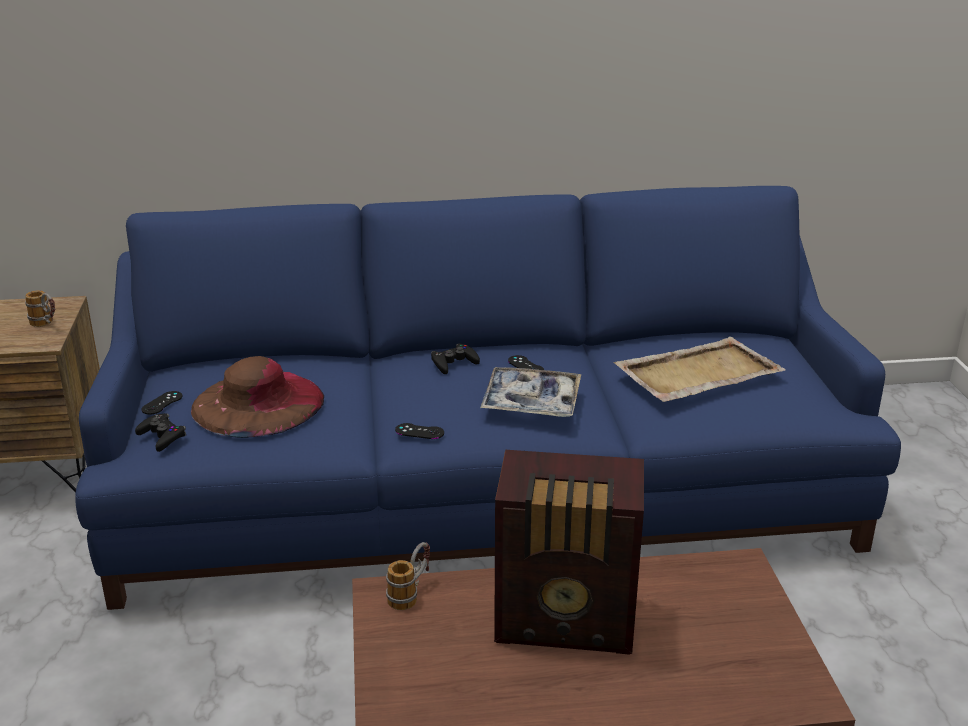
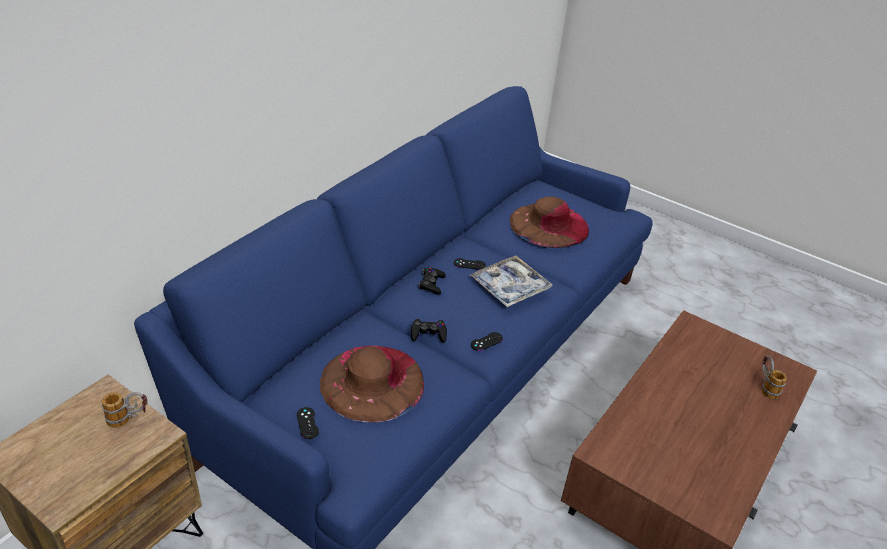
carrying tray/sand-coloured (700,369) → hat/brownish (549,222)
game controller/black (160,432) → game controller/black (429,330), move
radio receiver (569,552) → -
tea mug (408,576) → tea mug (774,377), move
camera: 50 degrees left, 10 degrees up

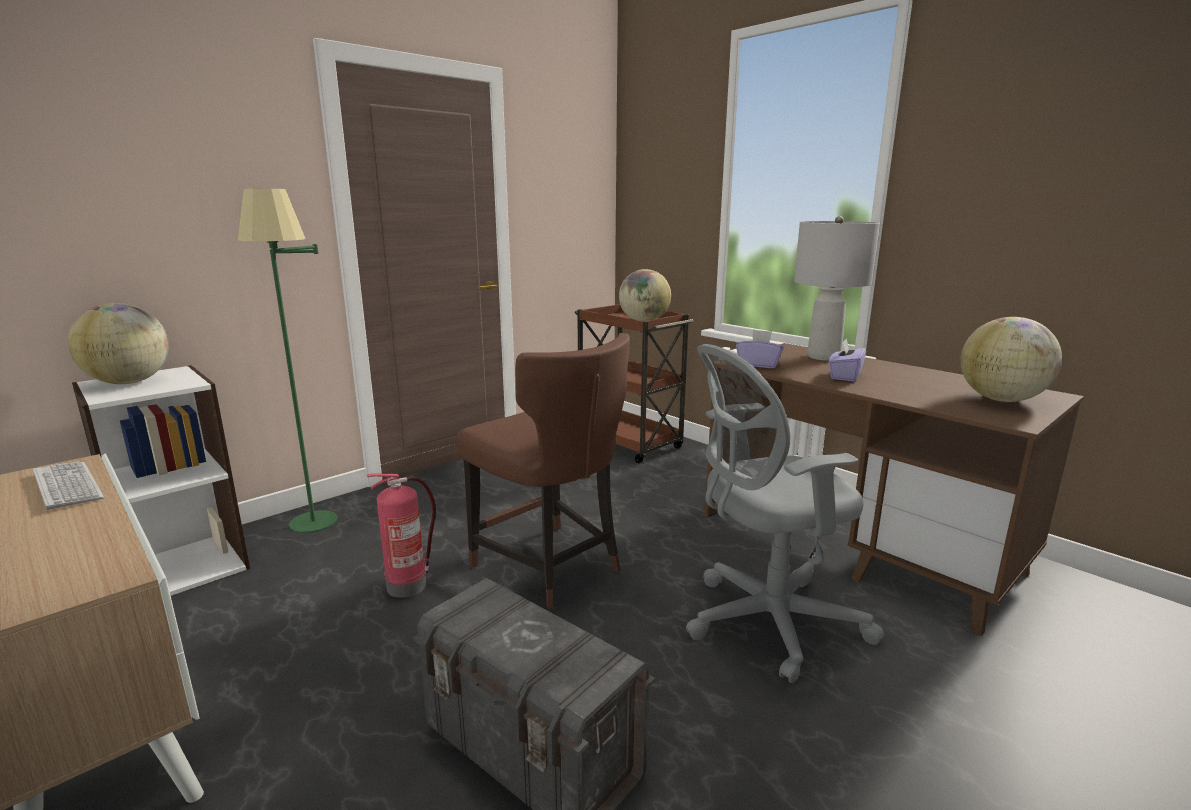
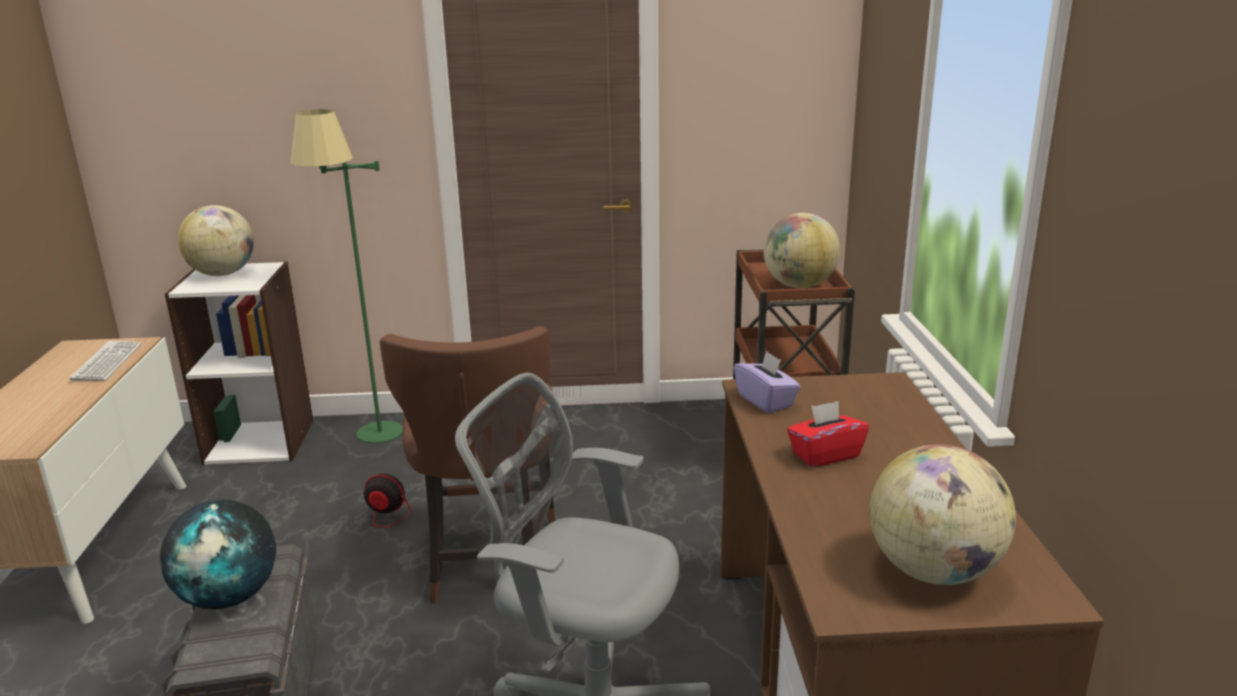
tabletop lamp/gray (837,288) → -
box of tissues/purple (847,359) → box of tissues/red-coloured (828,434)
fire extinguisher (401,536) → cooling fan (361,524)
- → world globe (218,554)
camera: 40 degrees right, 5 degrees up

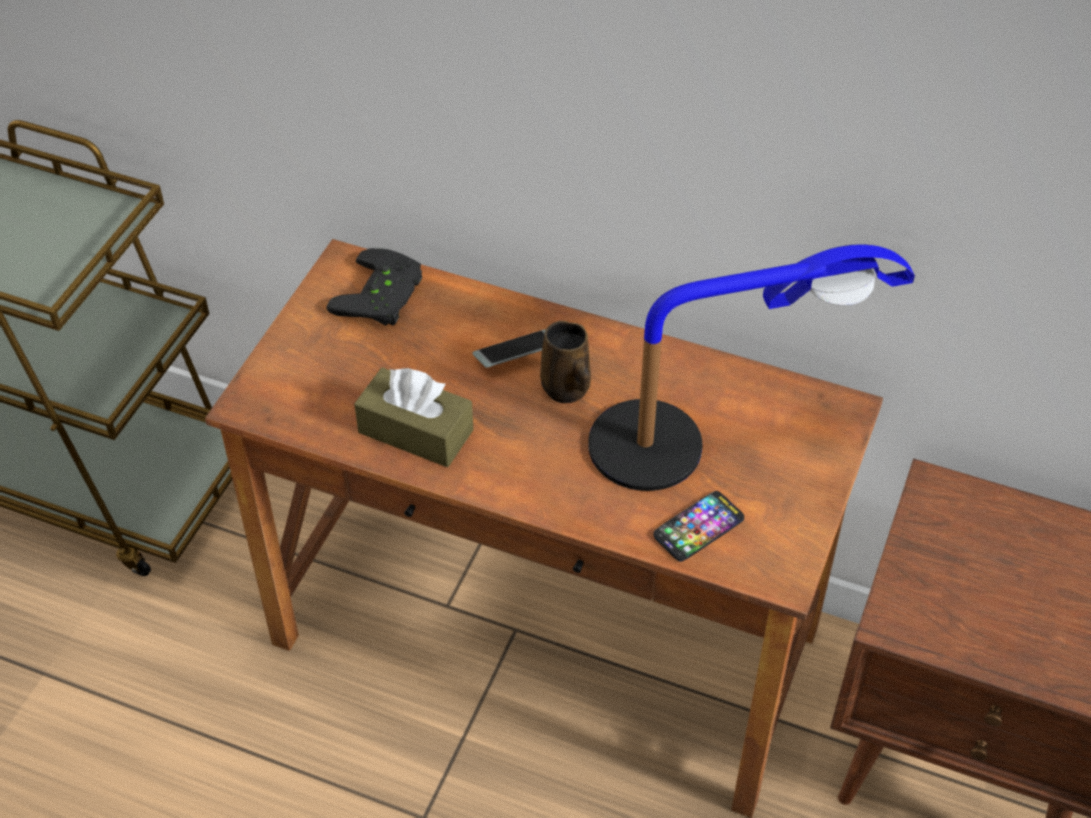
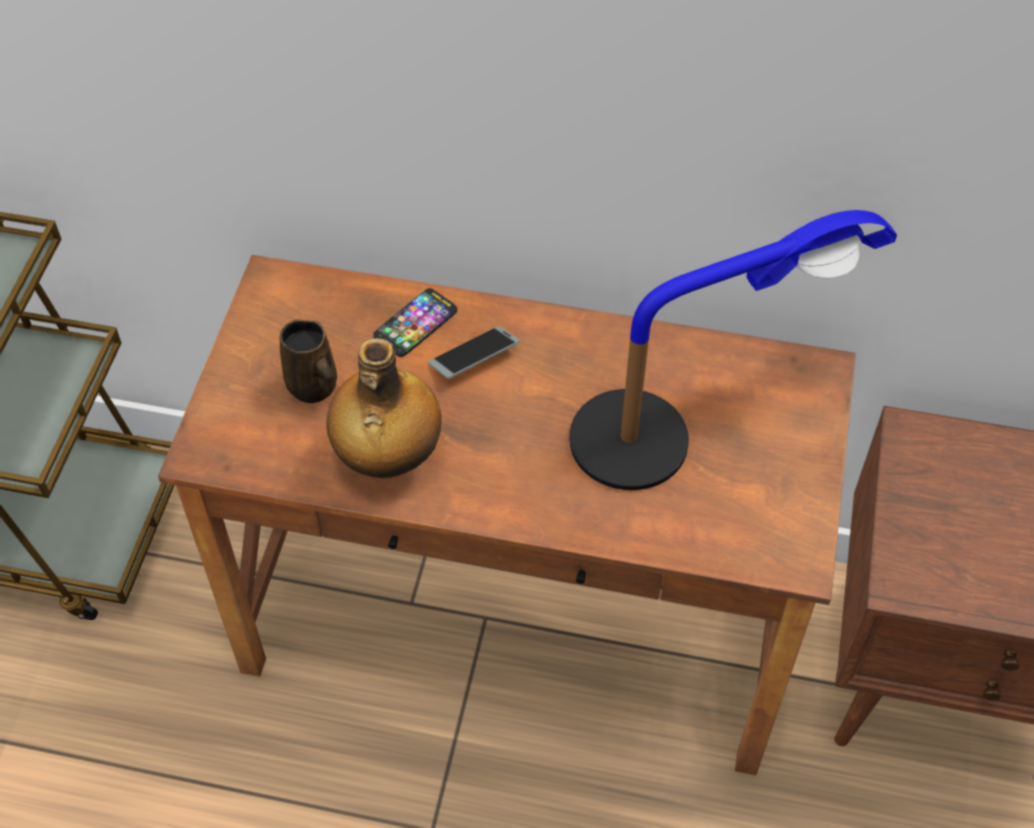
game controller/black (374,287) → -
tea mug/brownish (565,362) → tea mug/brownish (308,361), move
box of tissues/brownish (414,417) → bottle (384,408)
handset (698,526) → handset (415,322), move
camera: 10 degrees left, 5 degrees up

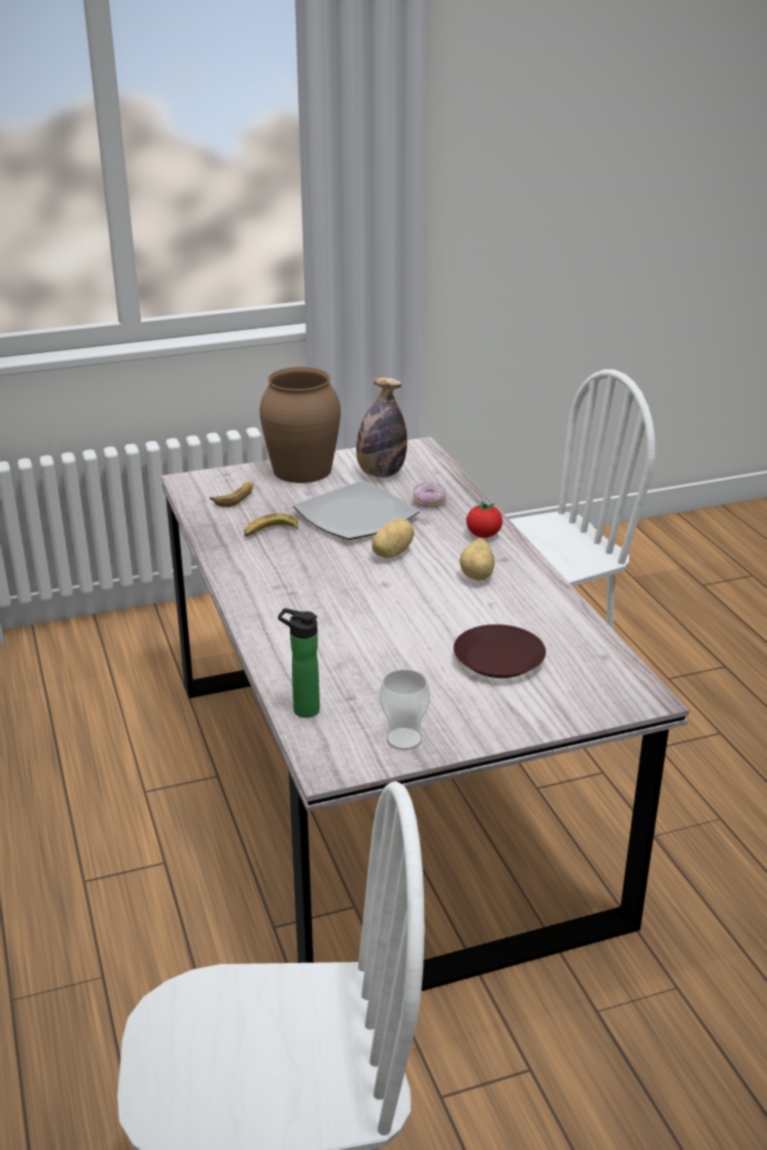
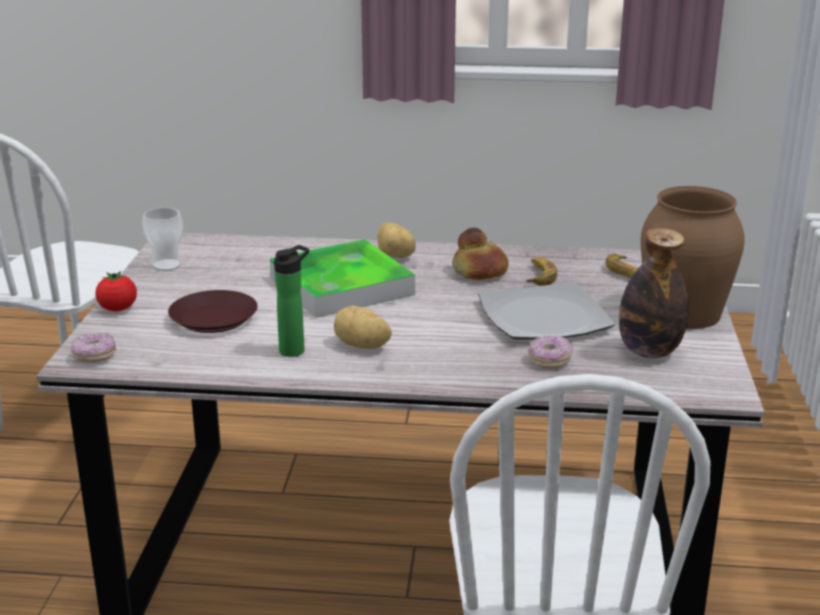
fresh tomato (484,519) → fresh tomato (116,291), move
whole potato (393,538) → whole potato (396,240), move
bottle (299,663) → bottle (292,301), move
- → bread (481,254)
- → carrying tray (342,278)
- → doughnut (93,347)
camera: 115 degrees right, 5 degrees down

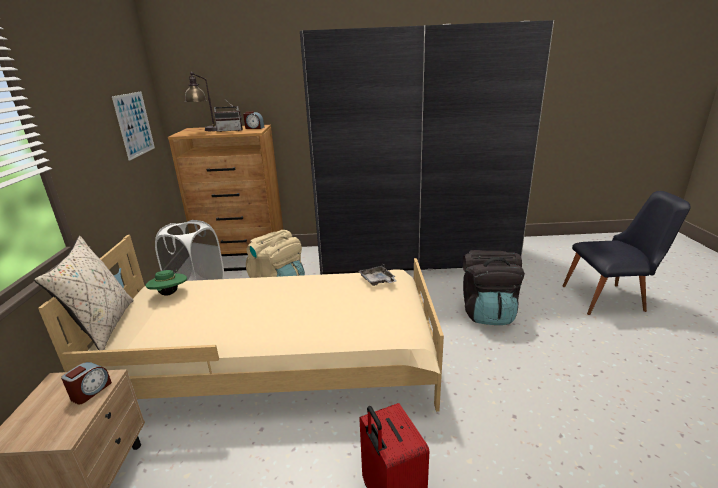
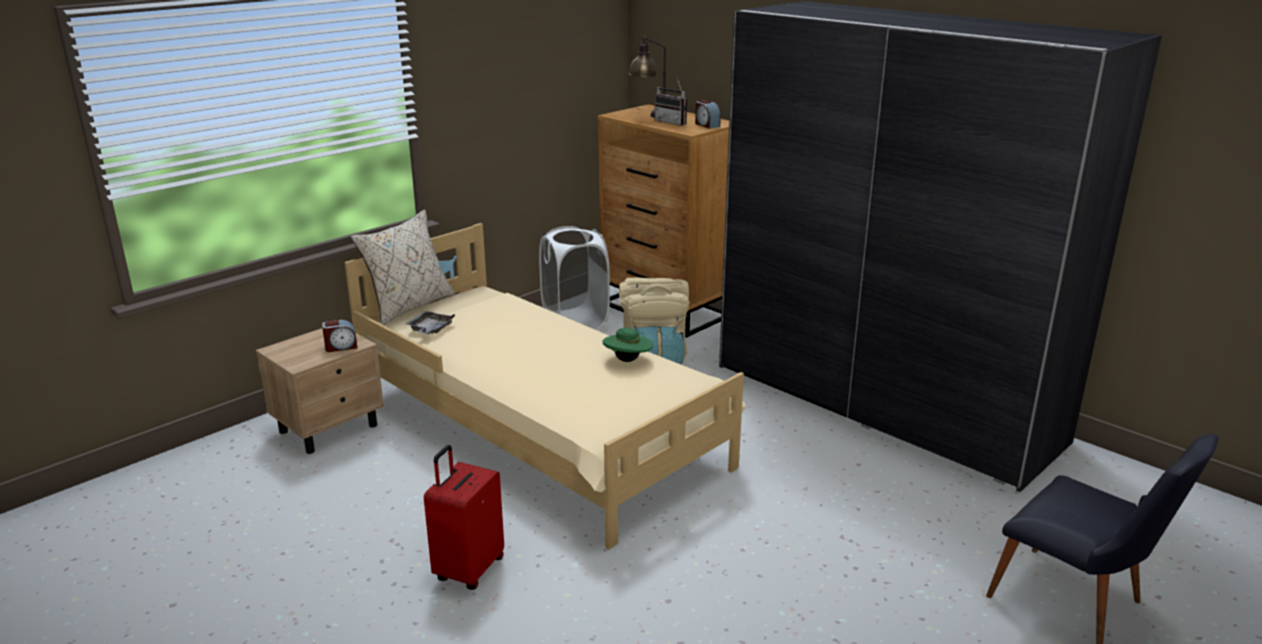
wall art (133,126) → -
knapsack/black (494,287) → -
carrying tray/gray (378,274) → carrying tray/gray (430,322), move
hat/greenish (166,282) → hat/greenish (628,345), move
camera: 45 degrees right, 0 degrees up

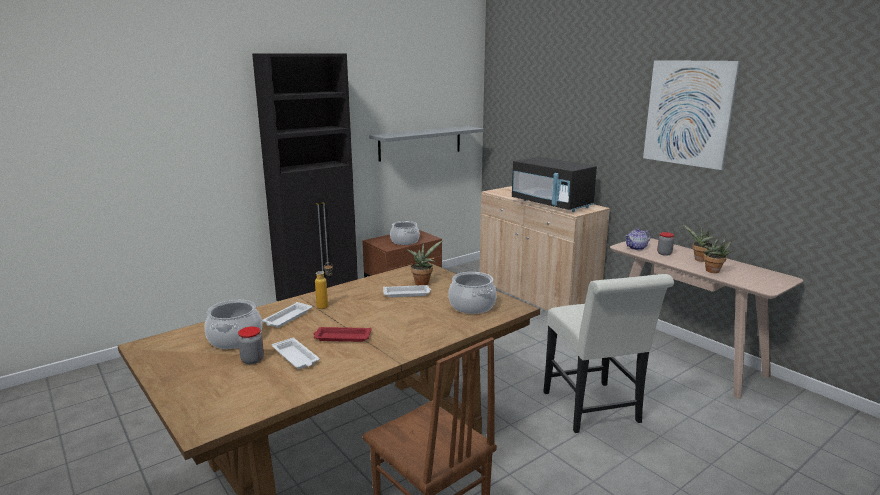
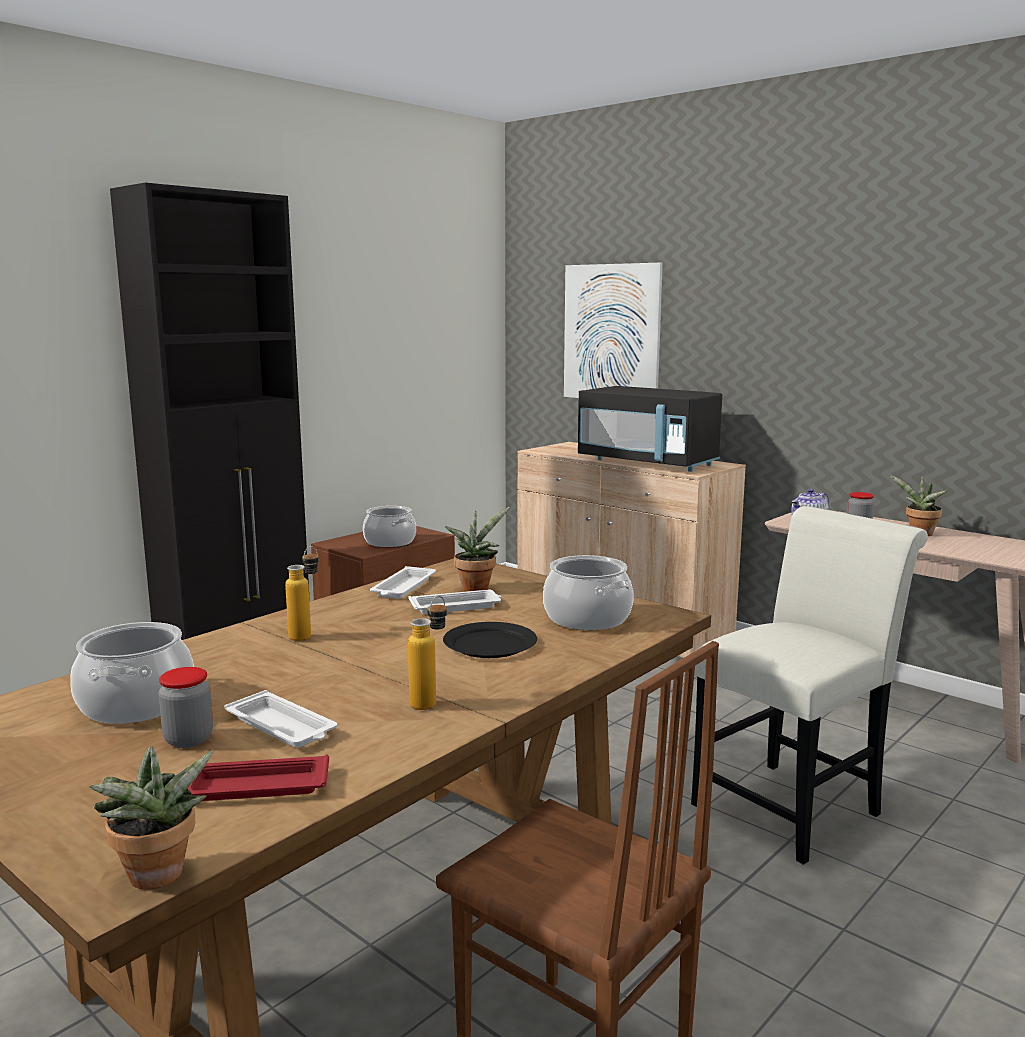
wall art (691,115) → wall art (613,330), move
wall shelf/gray (426,144) → -
plant in a pot (718,255) → plant in a pot (151,818), move
chair/white-coloured (608,353) → chair/white-coloured (809,685), 105 degrees counterclockwise
carrying tray/white-coloured (287,315) → carrying tray/white-coloured (403,582), move
carrying tray/red-coloured (342,334) → carrying tray/red-coloured (258,777), move
- → bottle (427,653)
- → dinner plate/black (490,640)
camera: 10 degrees left, 5 degrees down

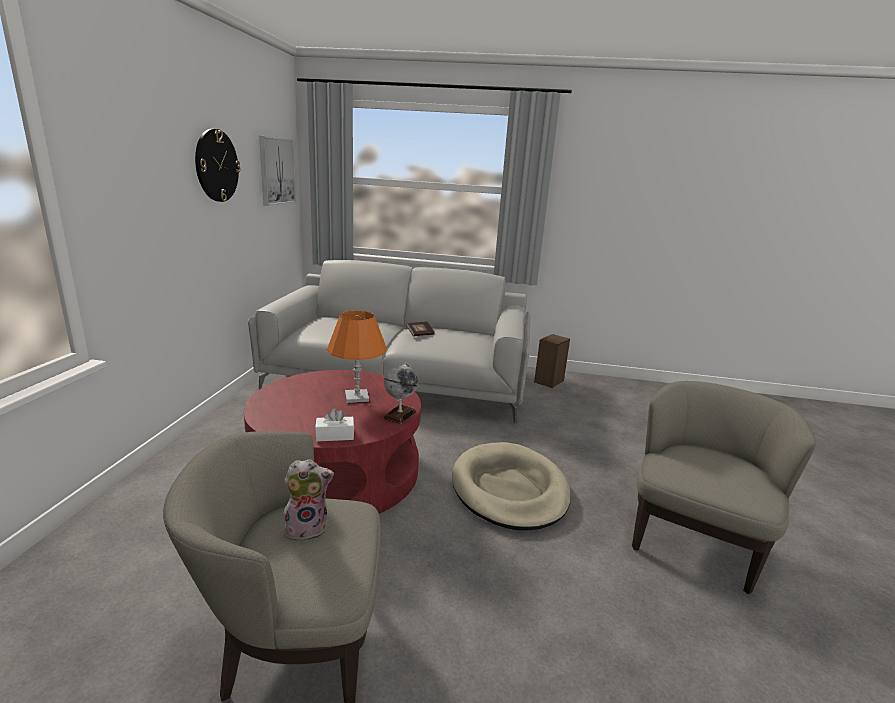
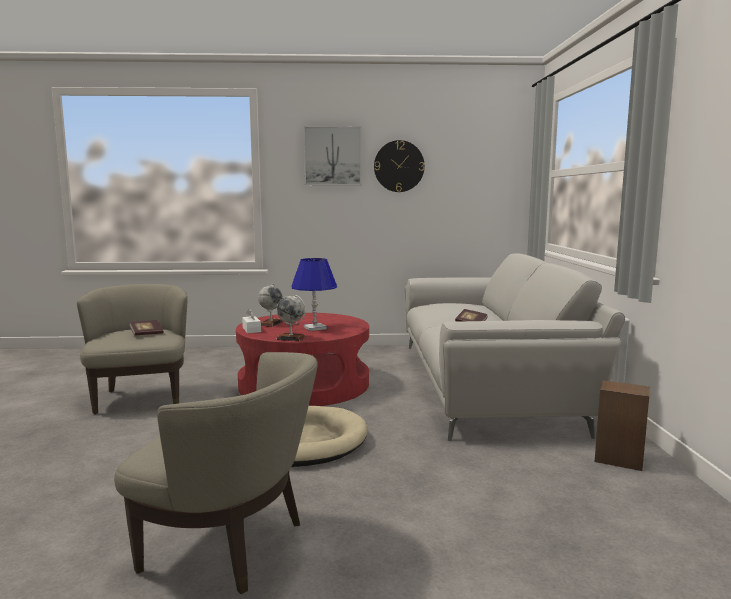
wall art (277,171) → wall art (333,155), move
tabletop lamp/orange-coloured (357,357) → tabletop lamp/blue (314,294)
cuddly toy (309,501) → book (146,328)
- → world globe (270,305)
camera: 80 degrees right, 10 degrees down

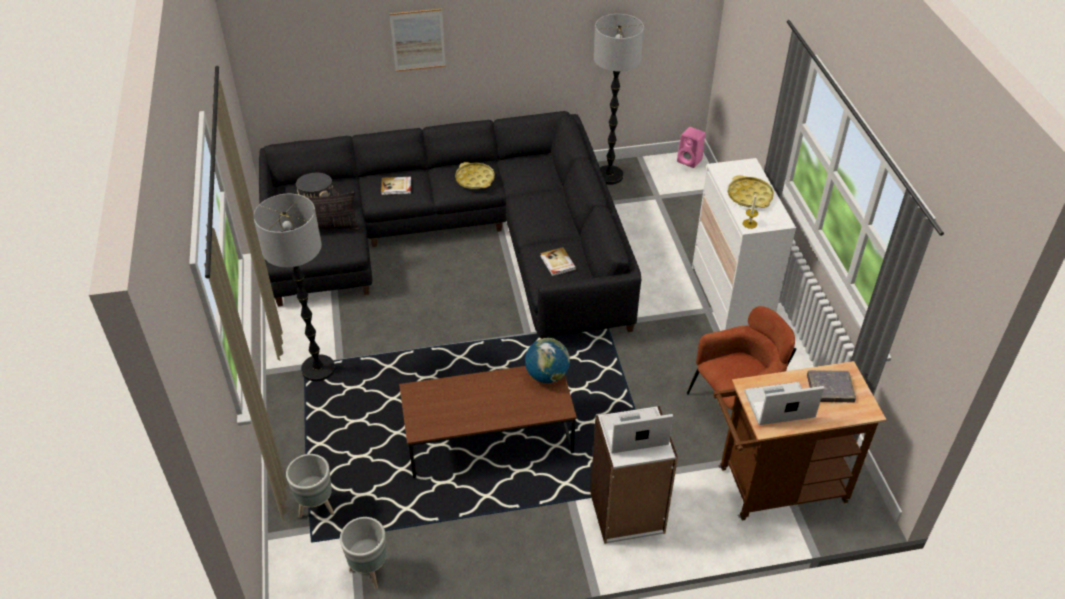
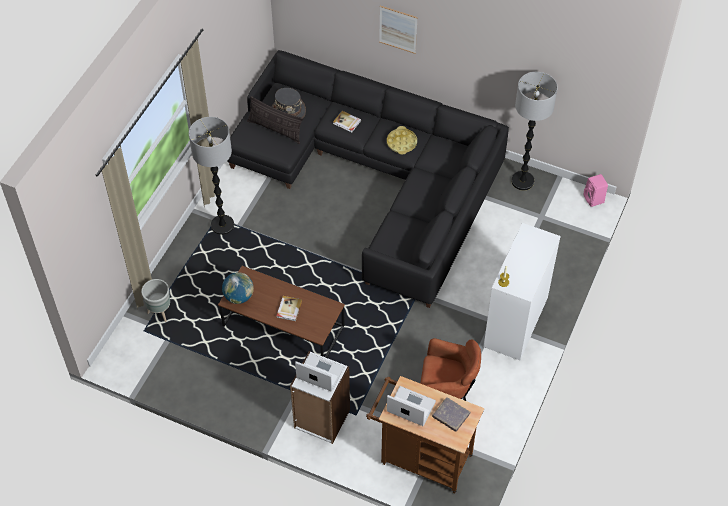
carrying tray/yellowish (751,191) → -
book (558,261) → book (289,308), move
world globe (547,360) → world globe (238,288), move
planter/gray (363,553) → -
camera: 35 degrees right, 10 degrees up

